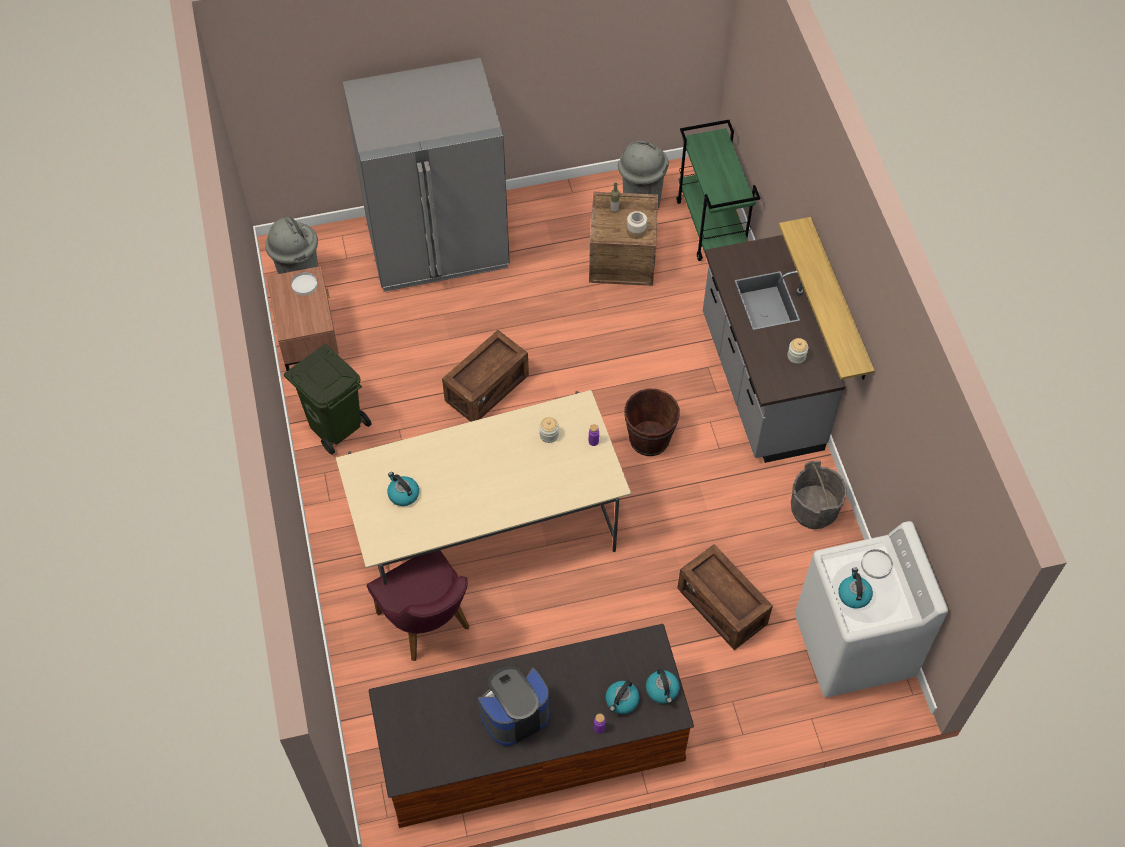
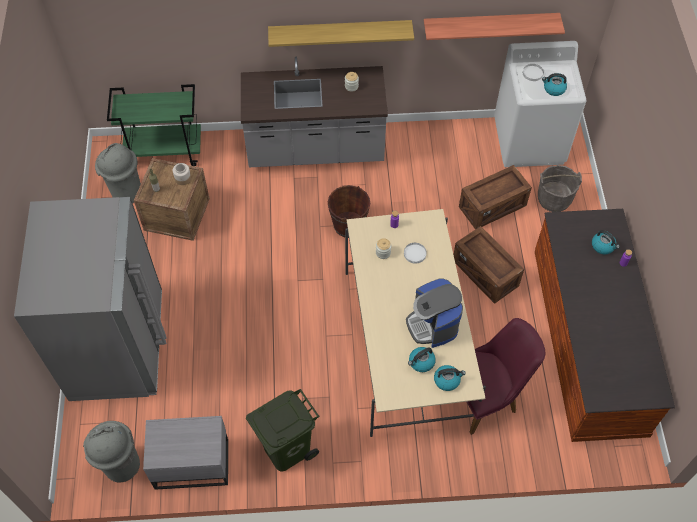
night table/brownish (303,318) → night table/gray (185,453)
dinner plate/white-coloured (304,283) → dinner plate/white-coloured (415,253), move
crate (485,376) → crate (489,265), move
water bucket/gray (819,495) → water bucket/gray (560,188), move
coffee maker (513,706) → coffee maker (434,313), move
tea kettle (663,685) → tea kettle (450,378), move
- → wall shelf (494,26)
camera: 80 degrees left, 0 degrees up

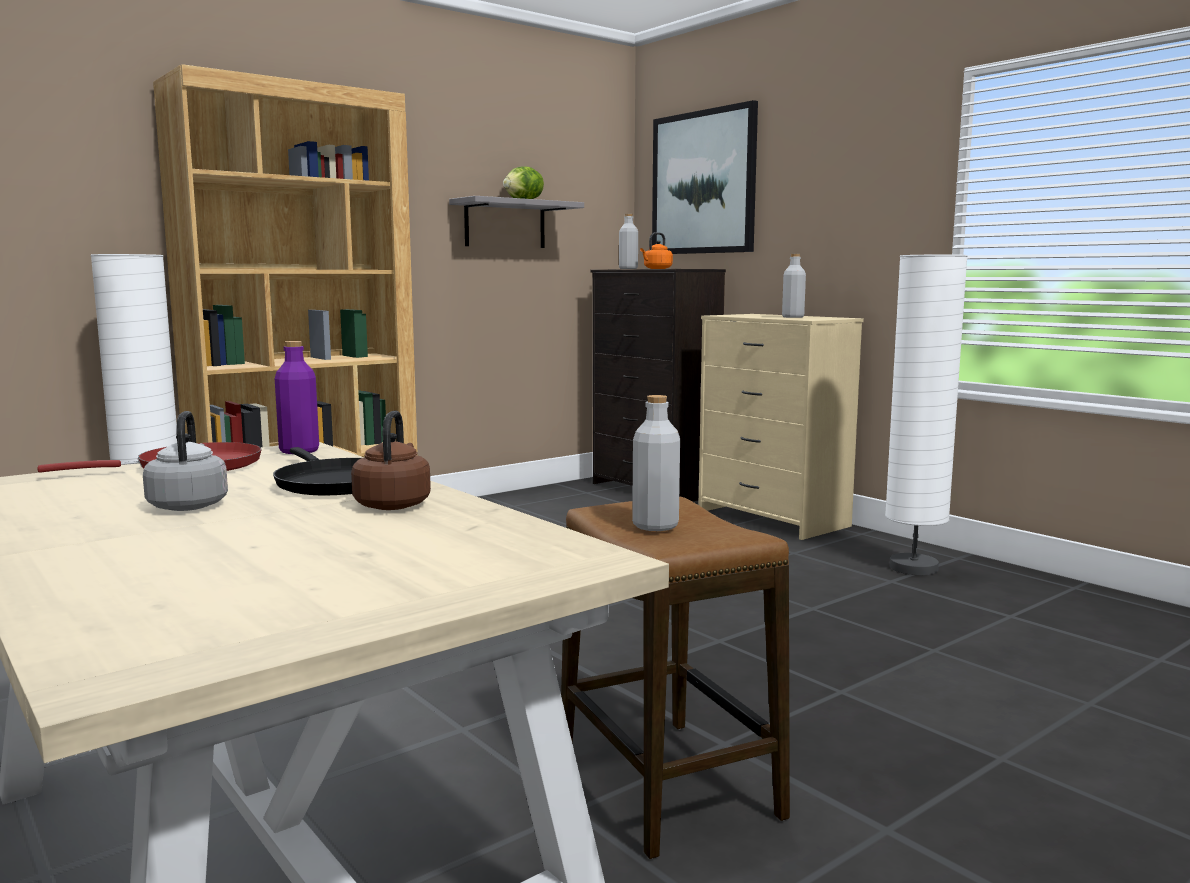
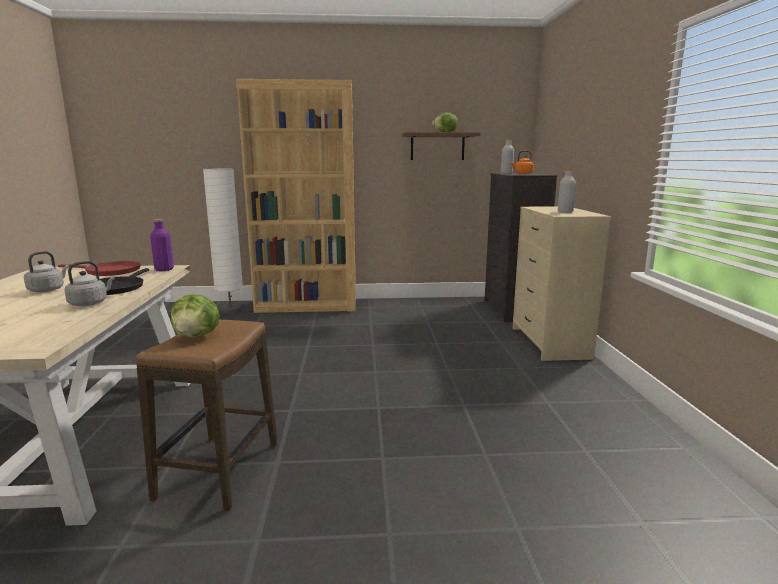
wall art (705,177) → -
wall shelf/gray (516,222) → wall shelf/brownish (441,146)
standing lamp/white-coloured (926,414) → -
bottle/gray (656,463) → head of lettuce (195,316)
tea kettle/brownish (391,460) → tea kettle/gray (89,283)
camera: 35 degrees right, 5 degrees up

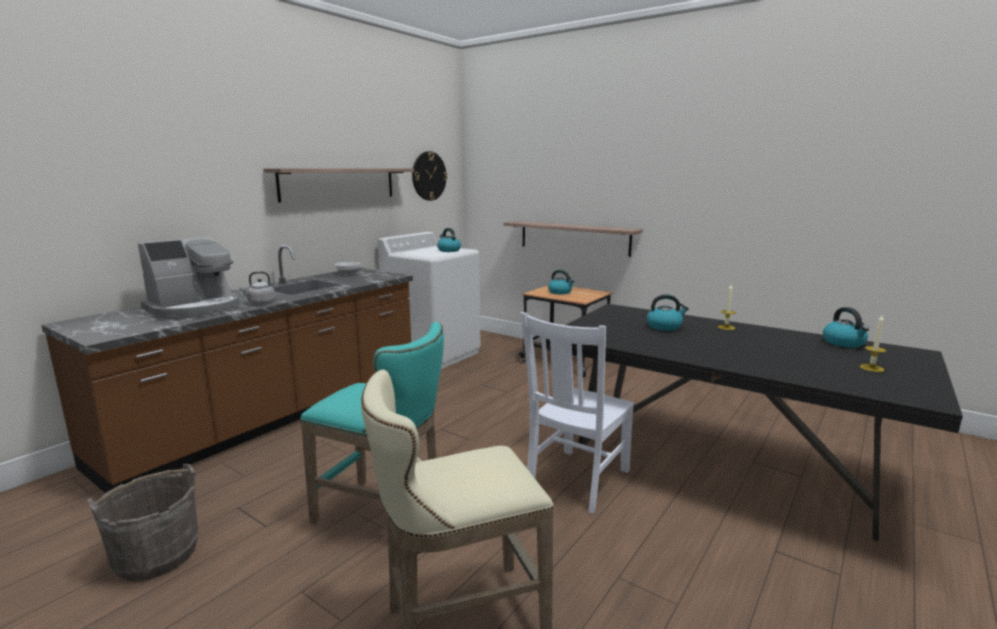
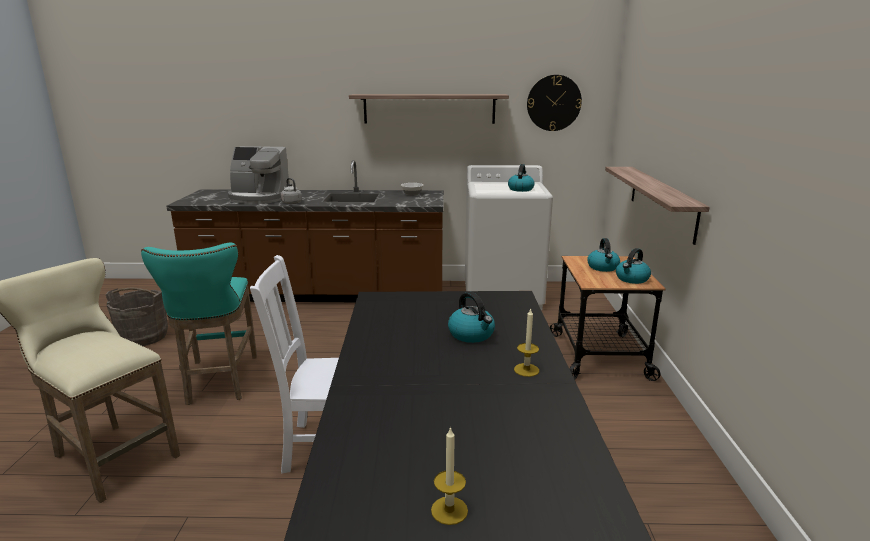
tea kettle (846,327) → tea kettle (633,266), move
camera: 55 degrees right, 5 degrees up

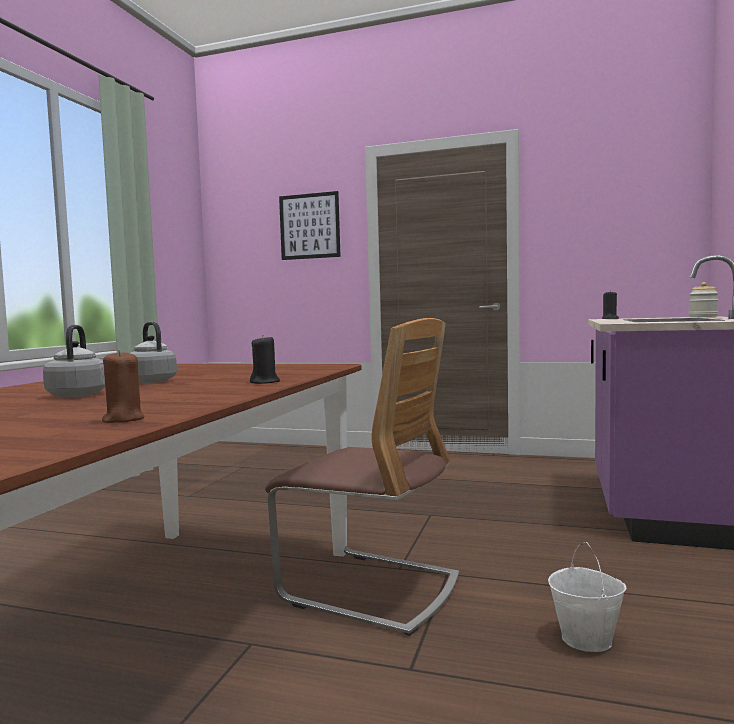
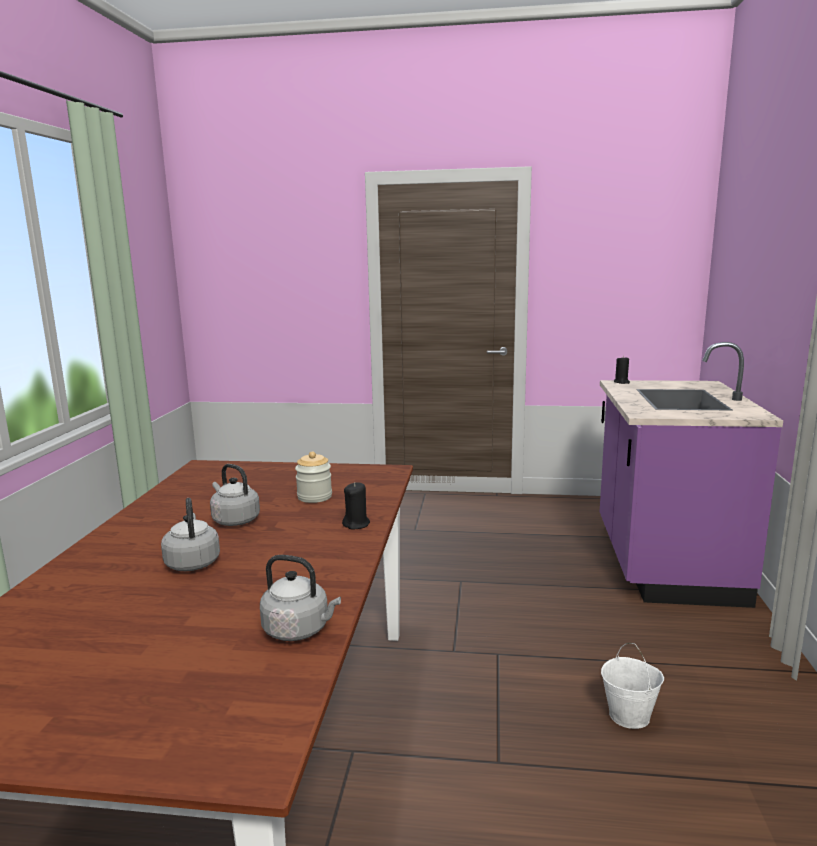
wall art (310,225) → -
preserve jar (704,299) → preserve jar (313,477), move
chair (362,477) → -
candle/brownish (123,386) → tea kettle/gray (300,598)
camera: 10 degrees left, 10 degrees up

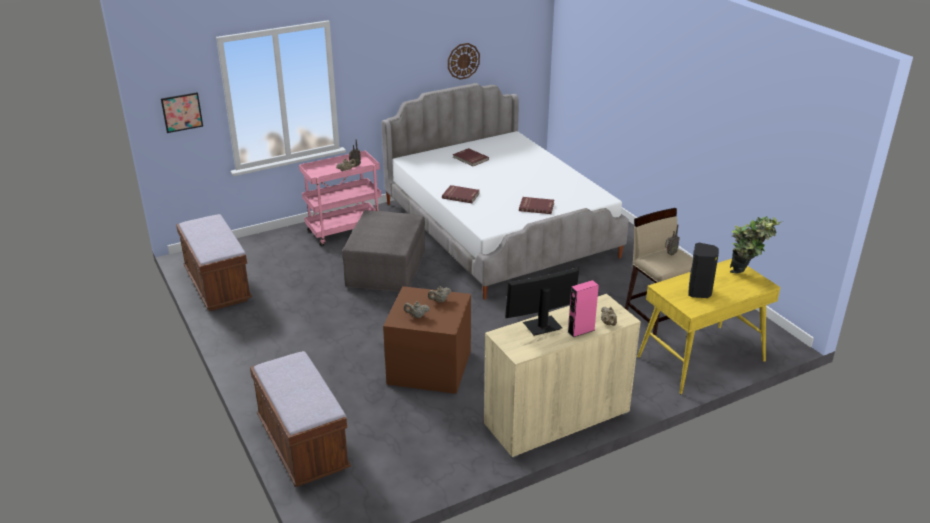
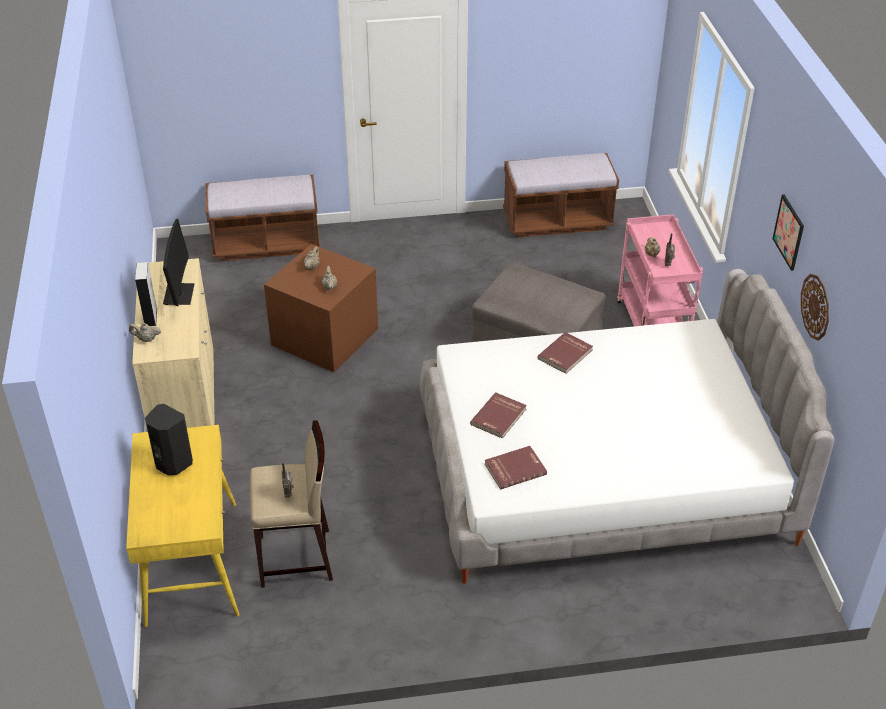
wall art (182,112) → wall art (788,232), move
book/red-coloured (471,157) → book/red-coloured (516,468), move
plant in a pot (756,245) → -
audio speaker/pink-coloured (583,308) → audio speaker/gray (146,294)
camera: 110 degrees right, 10 degrees up

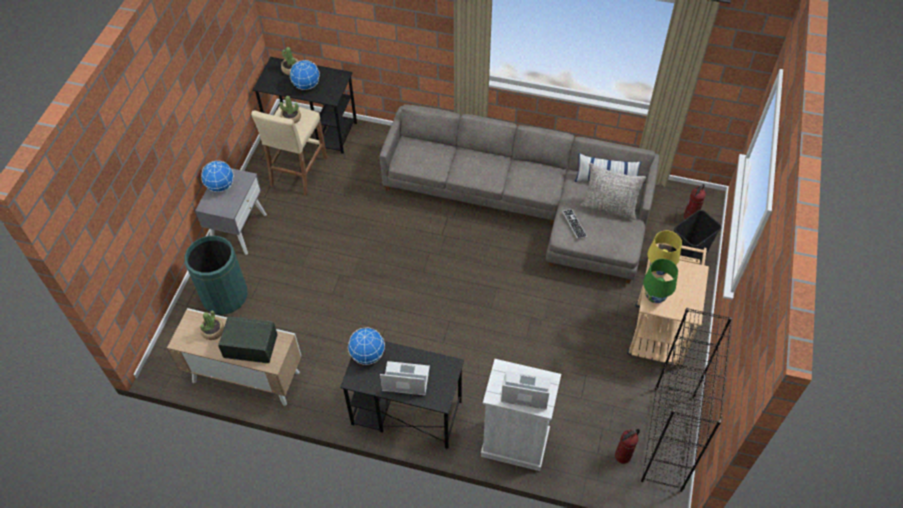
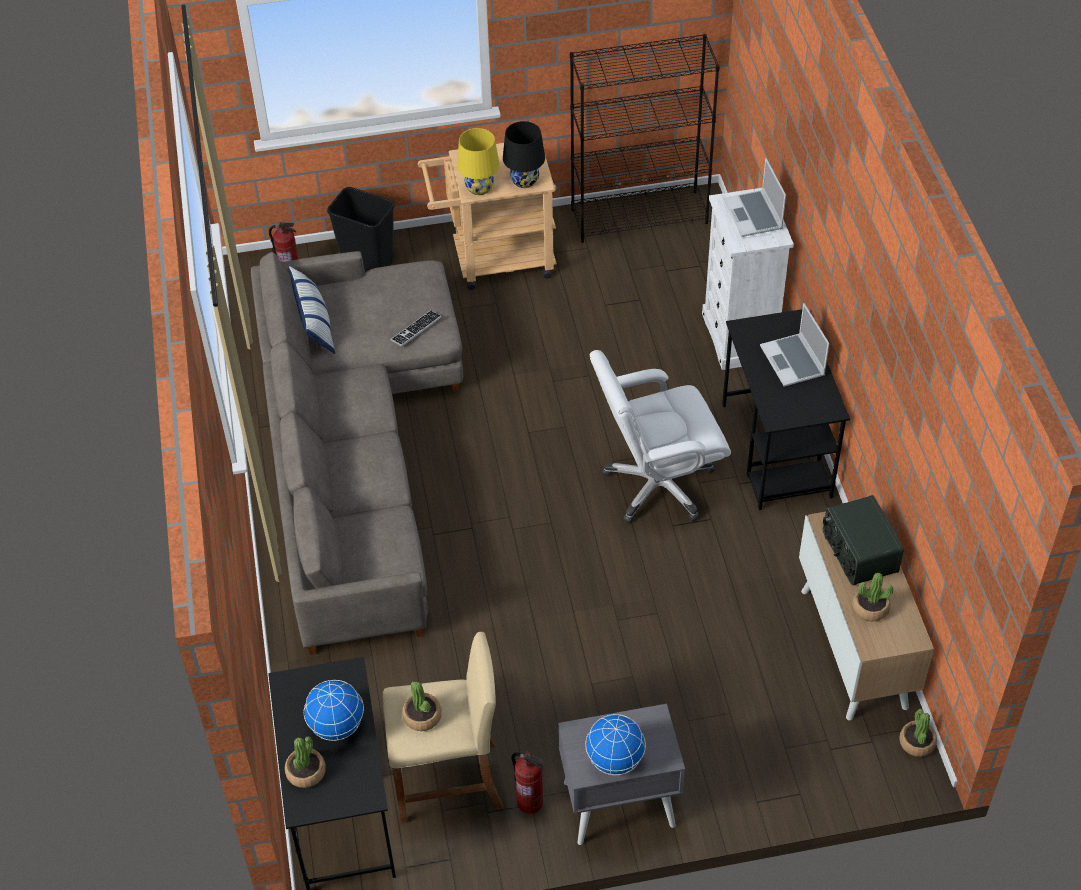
cushion/gray (613,191) → -
waste bin/greenish (216,275) → -
tabletop lamp/greenish (660,281) → tabletop lamp/black (524,154)
world globe (366,346) → -
fire extinguisher (627,446) → fire extinguisher (528,783), move
- → office chair/white-coloured (660,436)
- → plant in a pot (918,733)
camera: 115 degrees left, 5 degrees down

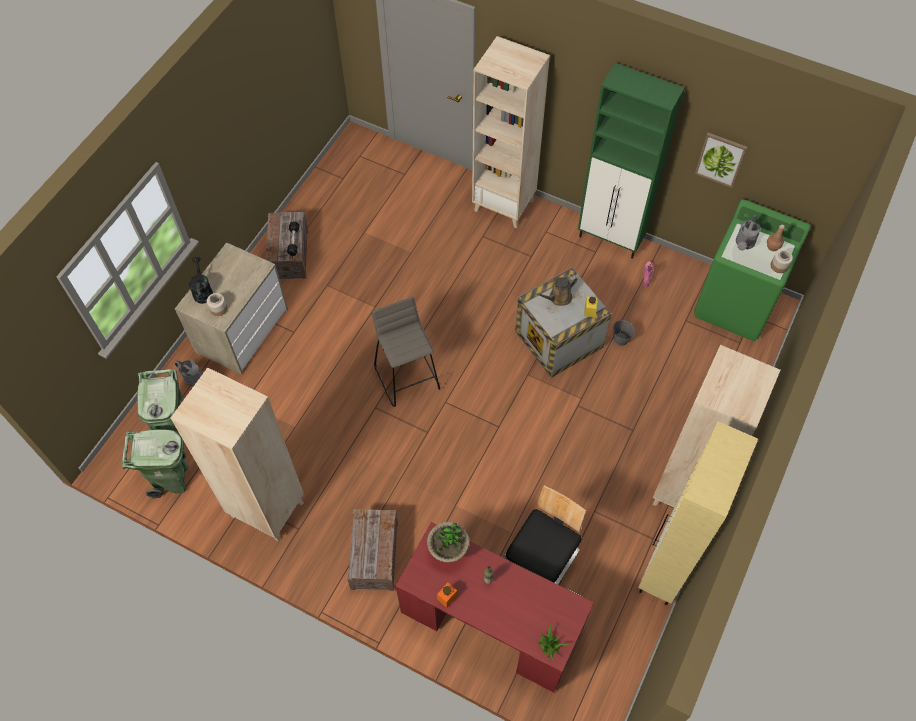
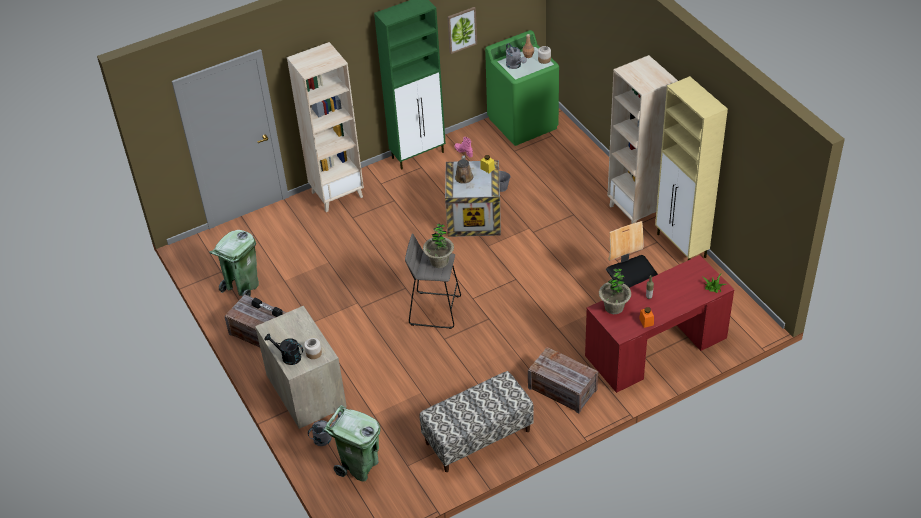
bookcase/sand-coloured (237,454) → long seat (476,421)
waste bin/greenish (155,463) → waste bin/greenish (234,263), move
- → plant in a pot (438,245)
camera: 55 degrees left, 15 degrees down

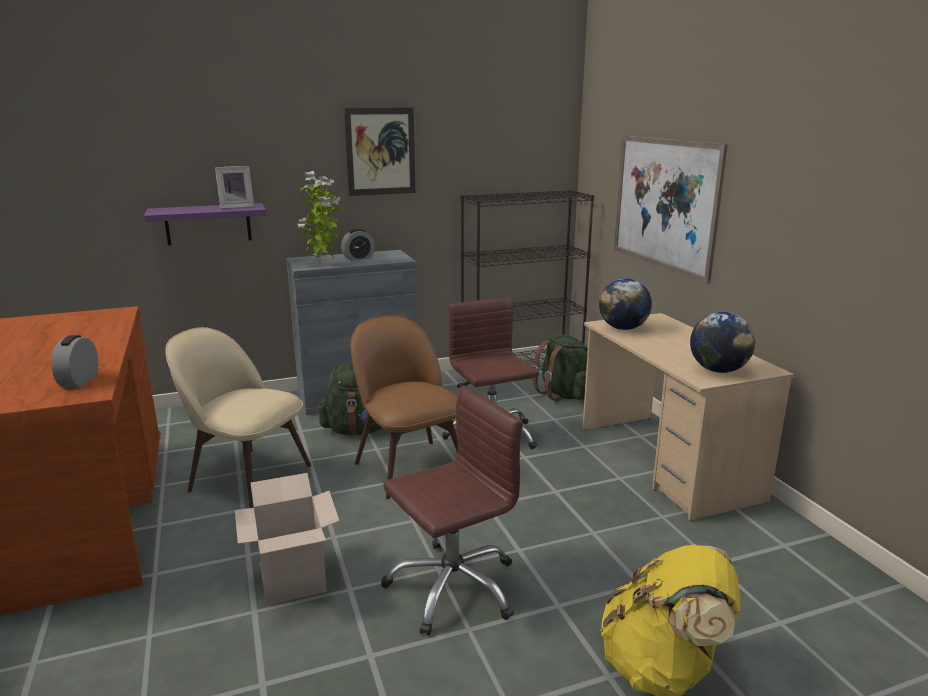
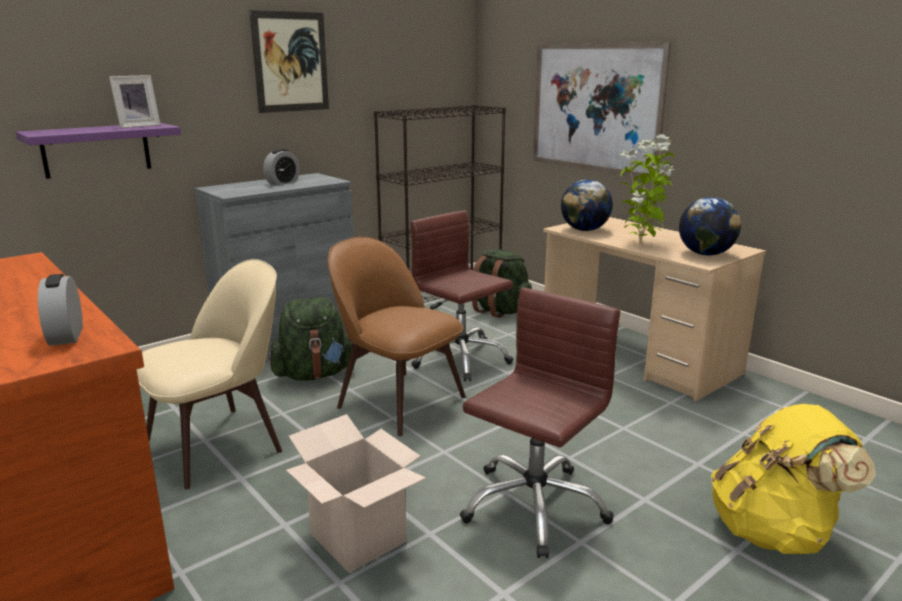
plant in a pot (319,218) → plant in a pot (647,189), move
chair/sand-coloured (238,417) → chair/sand-coloured (209,374), 135 degrees clockwise
camera: 20 degrees left, 0 degrees up

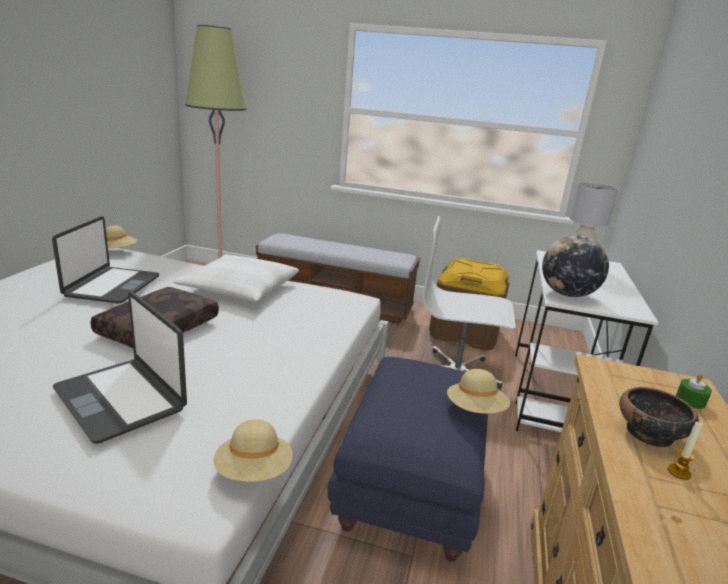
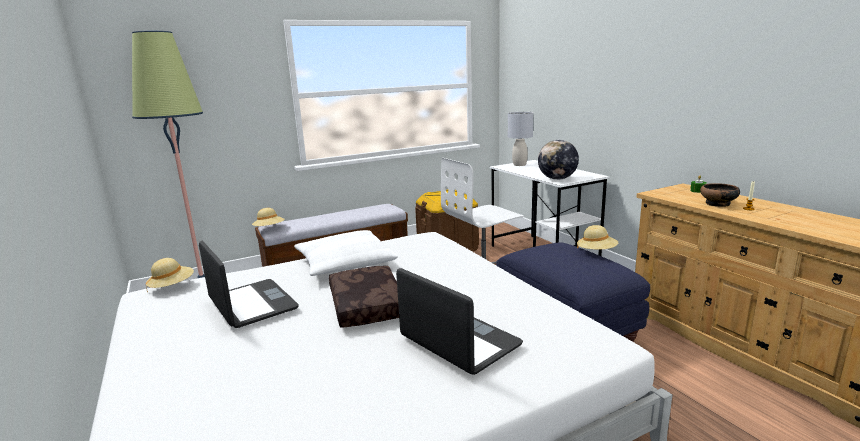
laptop (120,368) → laptop (459,321), 135 degrees counterclockwise
hat/sand-coloured (253,450) → hat/sand-coloured (268,217), move
camera: 40 degrees left, 5 degrees down

